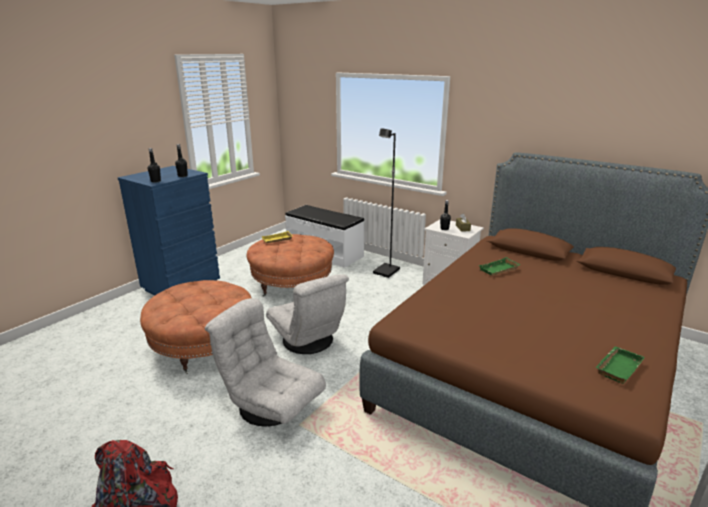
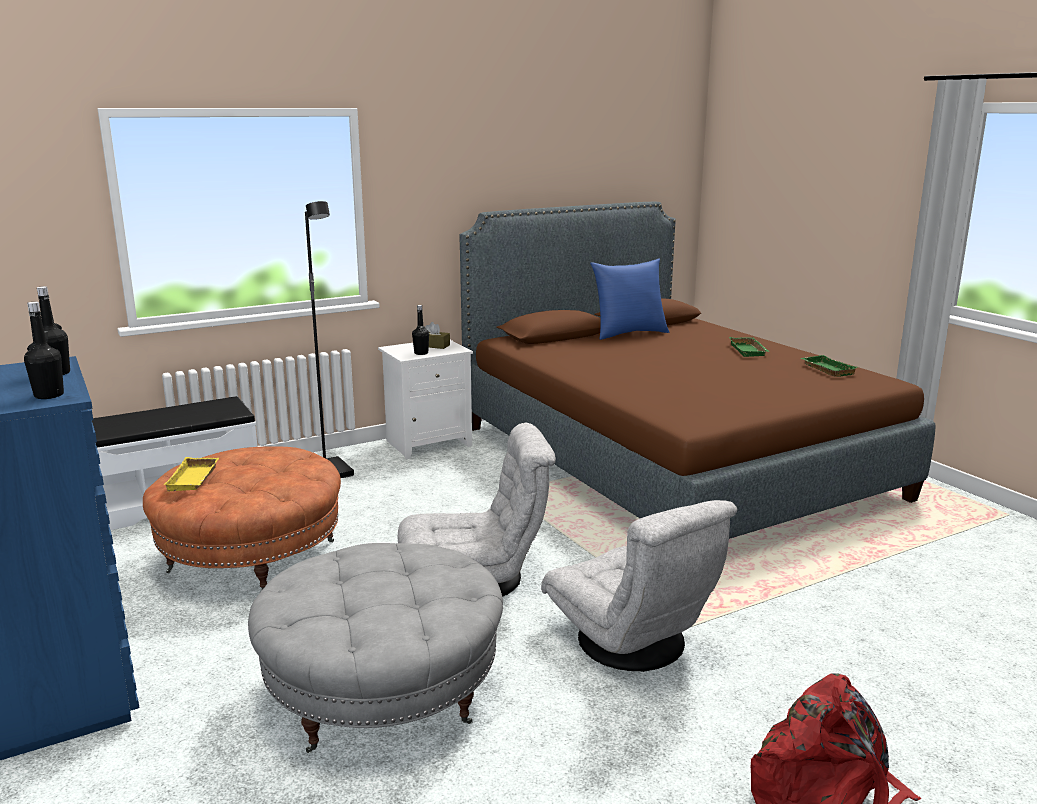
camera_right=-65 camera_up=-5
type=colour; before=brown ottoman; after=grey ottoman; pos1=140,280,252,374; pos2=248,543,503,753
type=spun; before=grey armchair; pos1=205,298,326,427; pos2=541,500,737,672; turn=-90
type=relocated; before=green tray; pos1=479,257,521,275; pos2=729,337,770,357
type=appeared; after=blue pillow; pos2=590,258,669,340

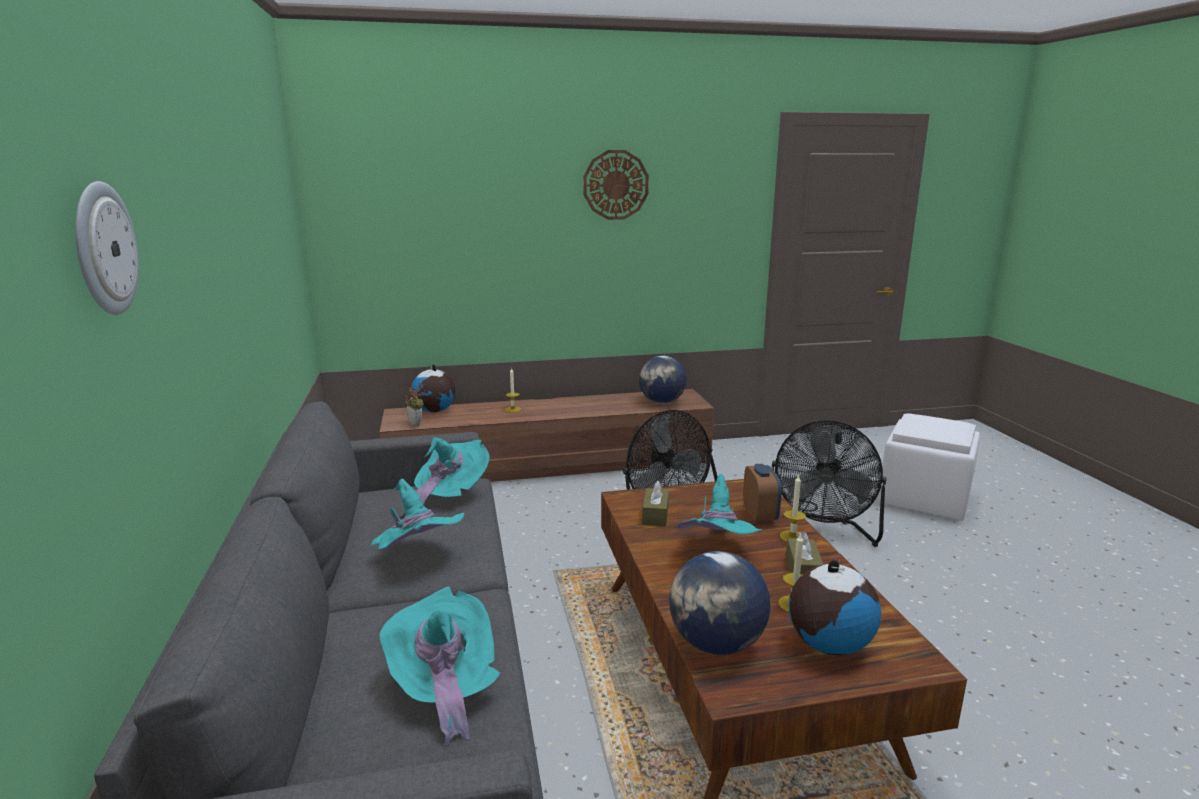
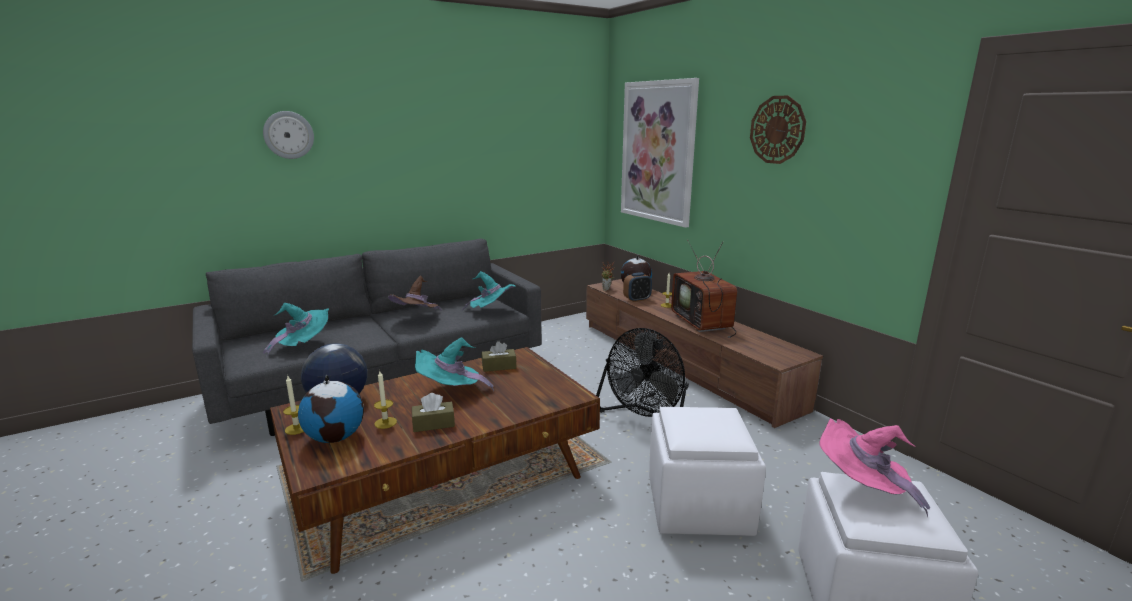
camera_right=70 camera_up=0
type=colour; before=turquoise hat; after=brown hat; pos1=371,479,465,550; pos2=388,275,442,311
type=missing; before=globe; pos1=639,356,687,403
type=relocated; before=alarm clock; pos1=743,464,782,523; pos2=623,272,652,302
type=exchanged; before=black fan; after=white ottoman; pos1=772,421,886,547; pos2=649,407,766,536
type=relocated; before=candle; pos1=780,474,806,542; pos2=283,376,304,435
type=appeared; after=picture; pos2=621,78,699,228
type=appeared; after=television; pos2=671,240,737,338
type=appeared; after=pink hat; pos2=819,419,930,517

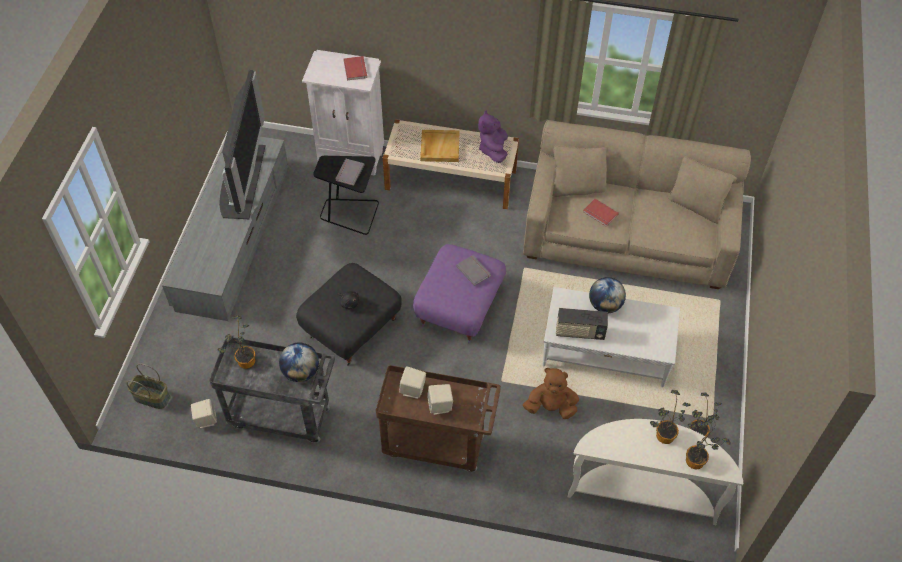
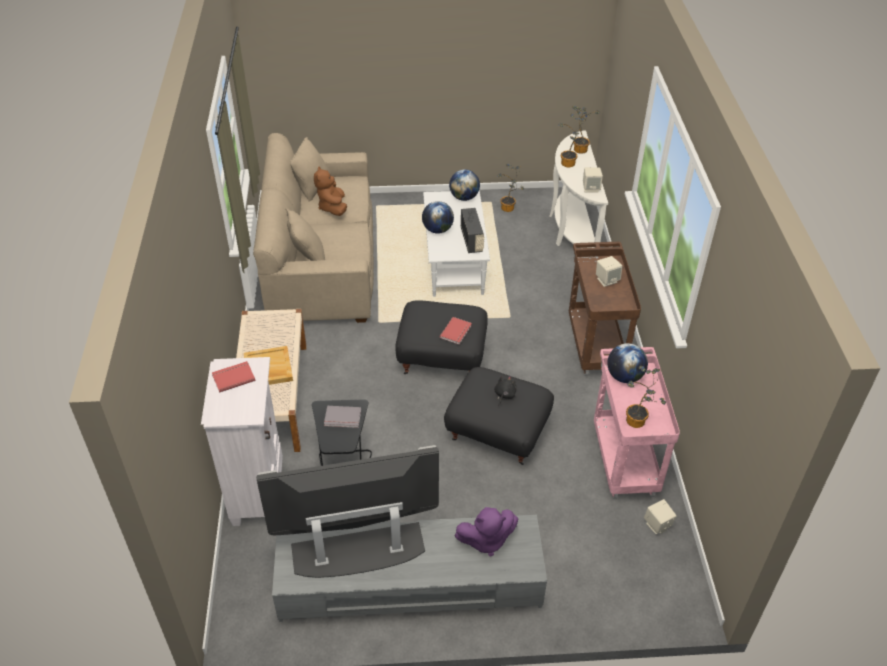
camera_right=-105 camera_up=-10
type=missing; before=basket; pos1=126,364,171,409
type=colour; before=grey cart; after=pink cart; pos1=209,337,335,443; pos2=594,347,680,499
type=relocated; before=beige speaker; pos1=399,366,426,399; pos2=583,167,603,193
type=colour; before=purple ottoman; after=black ottoman; pos1=413,244,506,343; pos2=395,301,488,374
type=missing; before=grey book; pos1=456,255,491,286
type=relocated; before=purple plush toy; pos1=478,110,508,163; pos2=455,507,518,556
type=relocated; before=brown plush toy; pos1=523,368,579,419; pos2=314,166,347,216
type=relocated; before=red book; pos1=583,199,619,227; pos2=440,317,472,344
type=appeared; after=globe; pos2=449,170,480,201

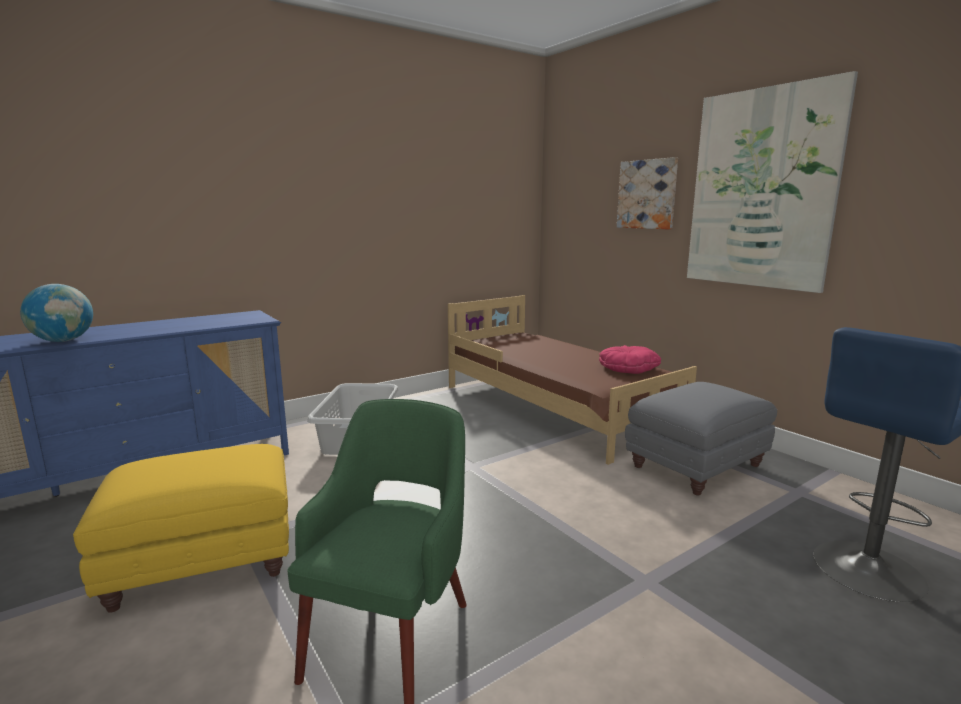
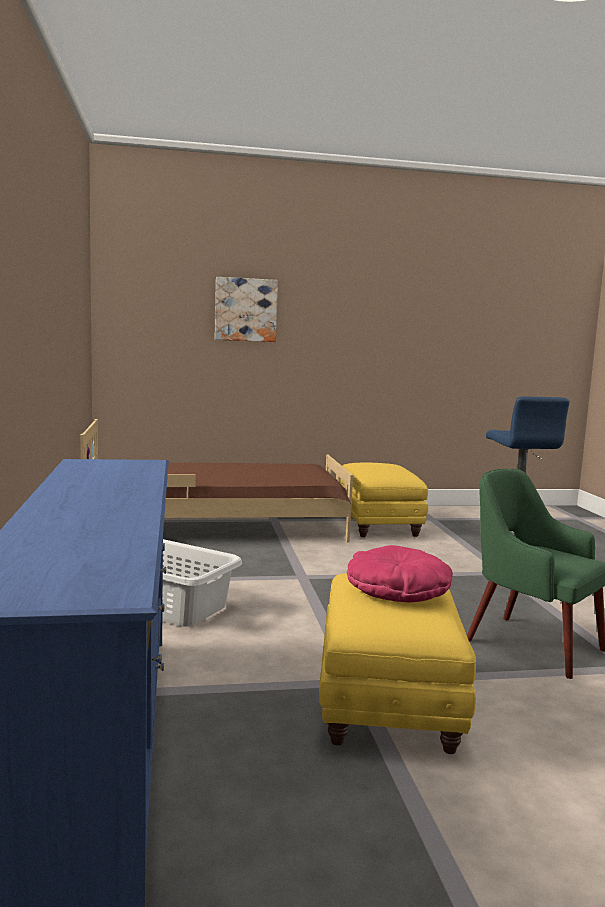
camera_right=-65 camera_up=-5
type=missing; before=globe; pos1=20,284,93,342
type=relocated; before=pink pillow; pos1=599,345,661,374; pos2=347,545,453,602
type=colour; before=grey ottoman; after=yellow ottoman; pos1=625,382,777,496; pos2=340,462,428,538
type=missing; before=picture; pos1=687,71,858,293

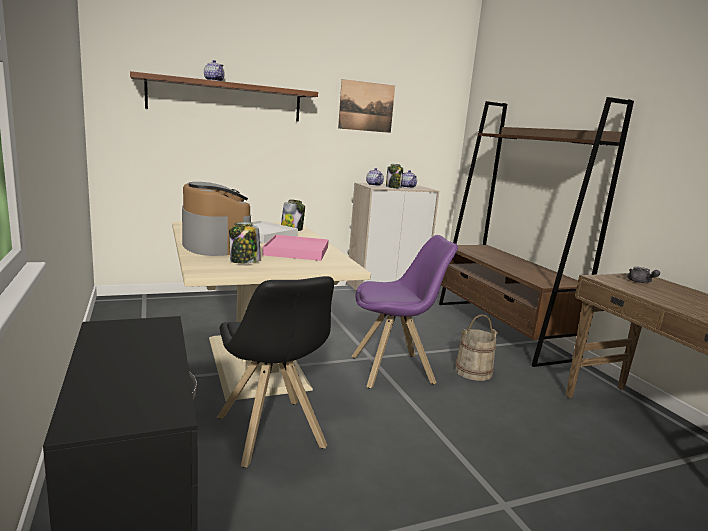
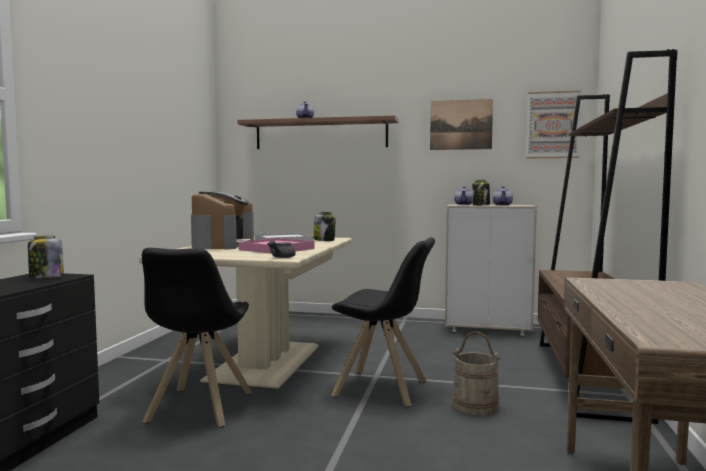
camera_right=35 camera_up=-10
type=relocated; before=jar; pos1=229,222,261,263; pos2=28,235,64,278
type=colour; before=purple chair; after=black chair; pos1=351,235,458,388; pos2=331,237,435,407
type=relocated; before=grey teapot; pos1=627,267,660,283; pos2=268,240,296,258
type=appeared; after=picture; pos2=526,90,581,158

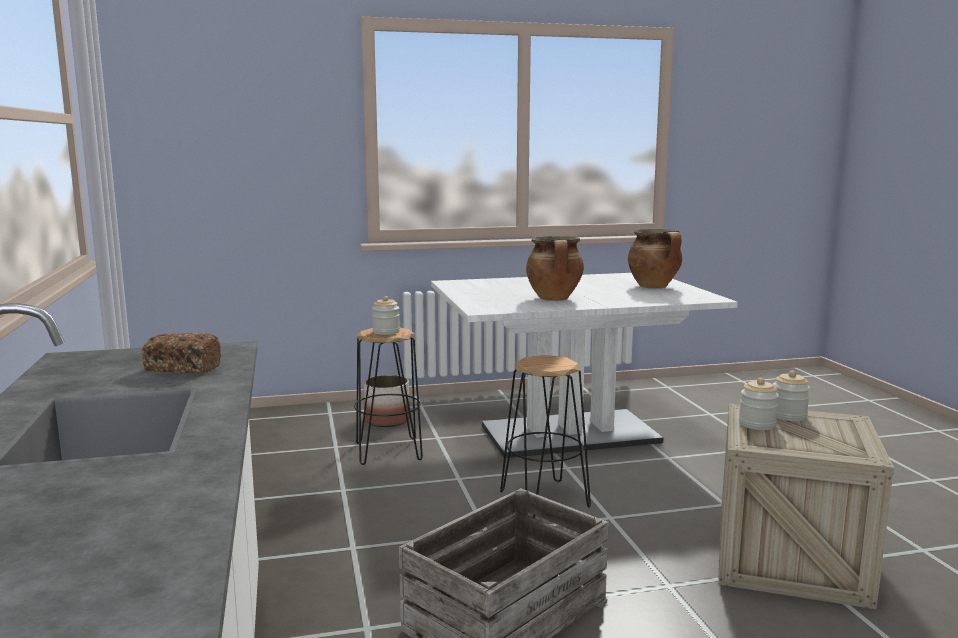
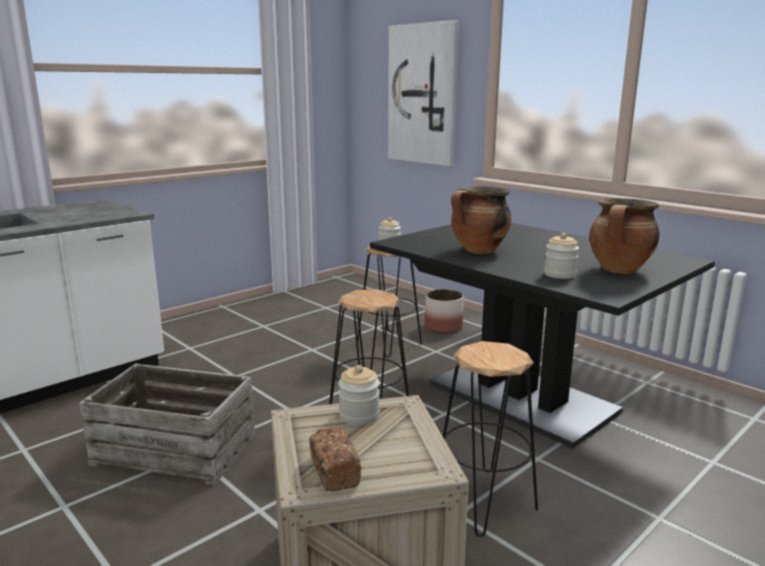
camera_right=60 camera_up=5
type=relocated; before=bread; pos1=142,333,221,374; pos2=309,427,361,491
type=colour; before=white dining table; after=black dining table; pos1=431,273,738,458; pos2=370,223,715,448
type=relocated; before=jar; pos1=773,371,810,421; pos2=544,233,579,279
type=appeared; after=picture; pos2=388,20,459,166
type=appeared; after=black stool; pos2=443,341,538,537

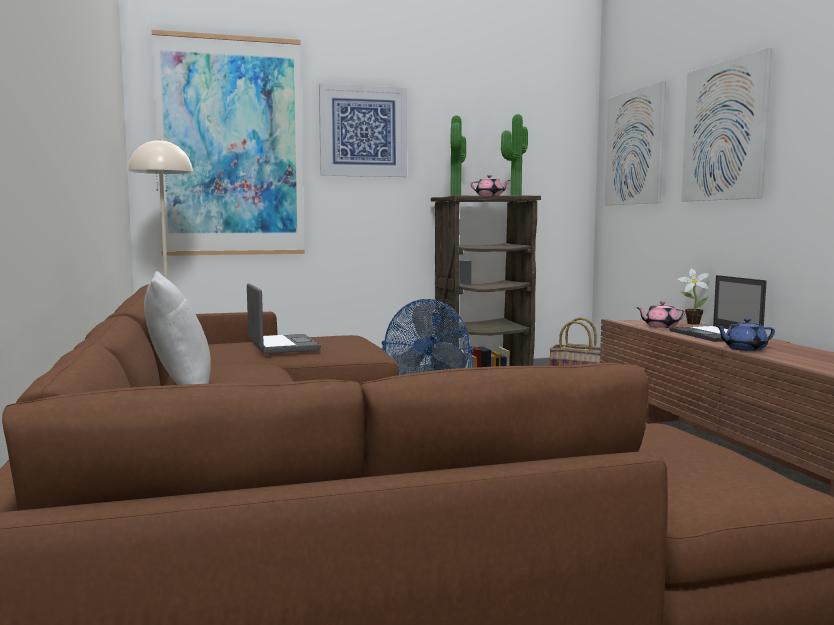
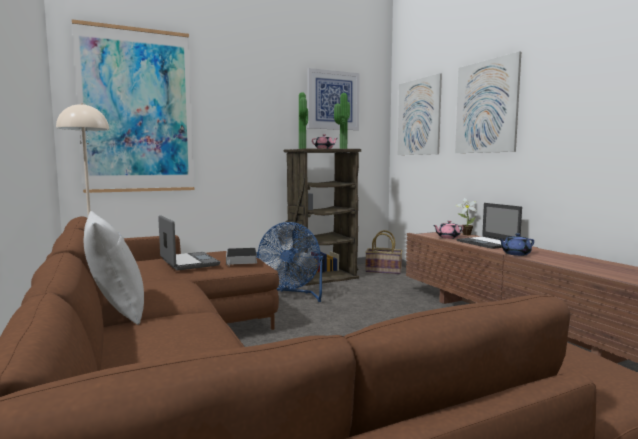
camera_right=-10 camera_up=0
type=relocated; before=picture; pos1=319,84,407,177; pos2=307,68,360,130
type=appeared; after=book; pos2=226,248,257,266

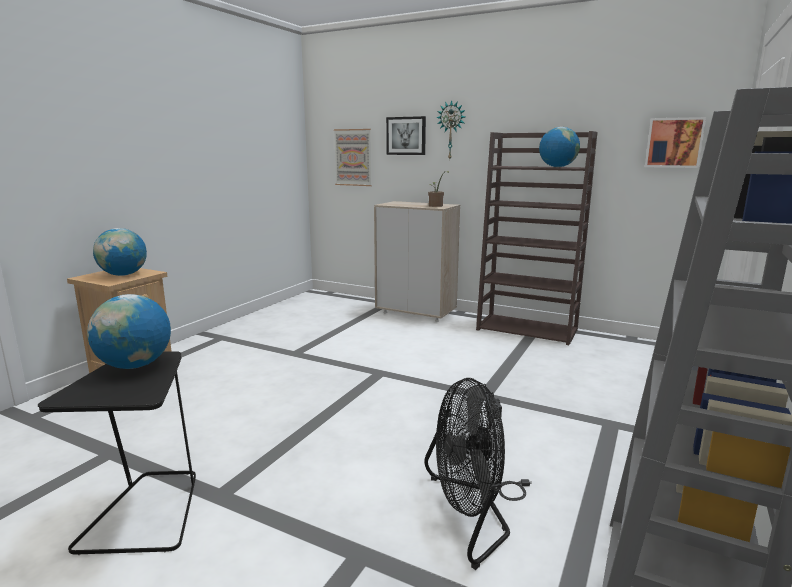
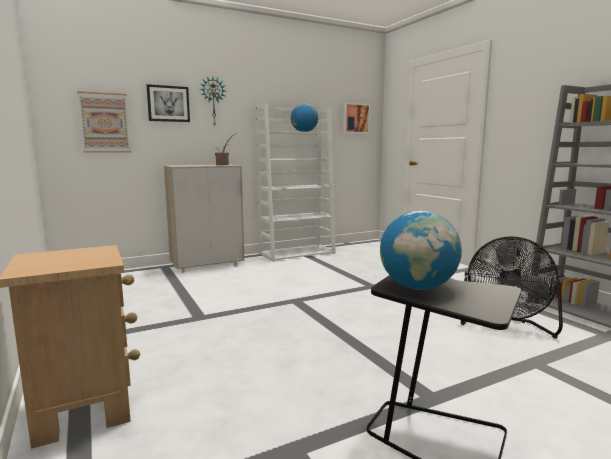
camera_right=-55 camera_up=-5
type=missing; before=globe; pos1=93,228,147,276
type=colour; before=brown bookcase; after=white bookcase; pos1=476,131,597,345; pos2=256,104,336,262

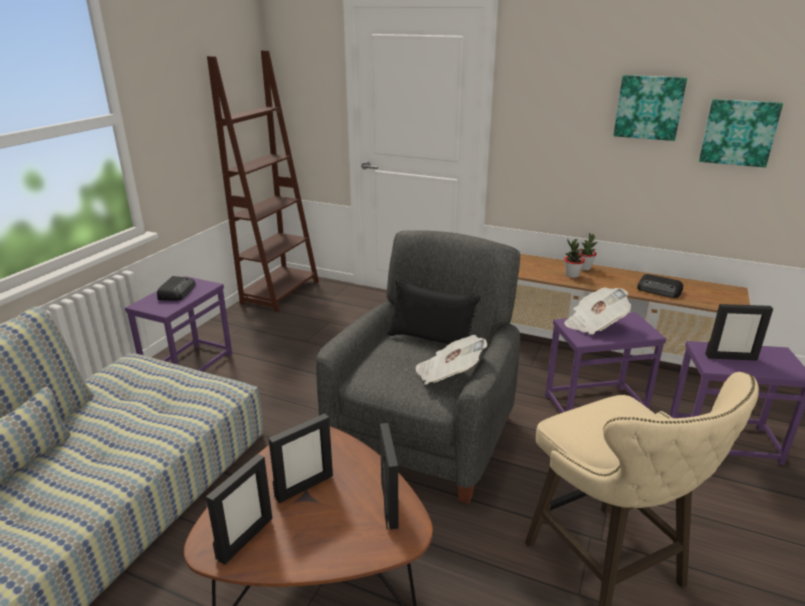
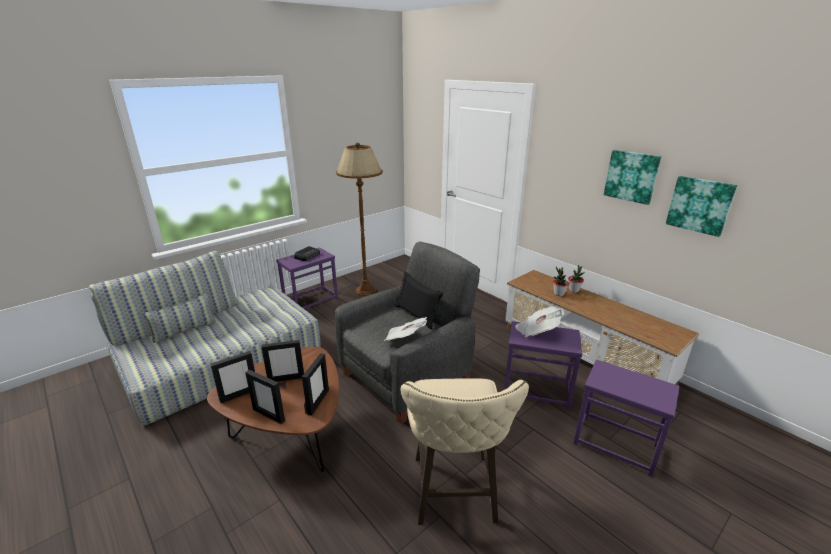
camera_right=25 camera_up=0
type=missing; before=brown bookcase; pos1=207,50,319,312
type=missing; before=radio; pos1=637,274,683,298
type=relocated; before=picture frame; pos1=705,304,773,361; pos2=245,370,285,424
type=appeared; after=brown floor lamp; pos2=336,143,383,296

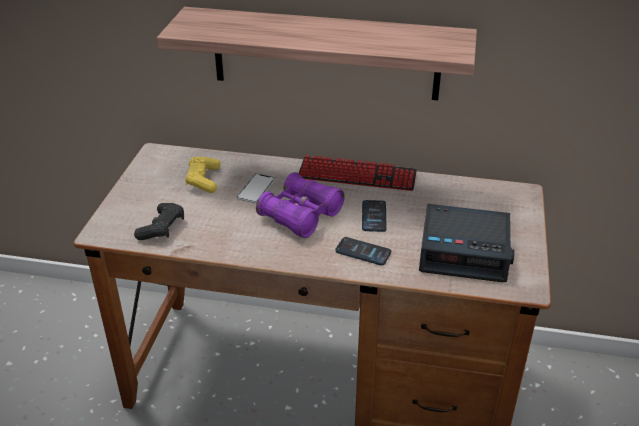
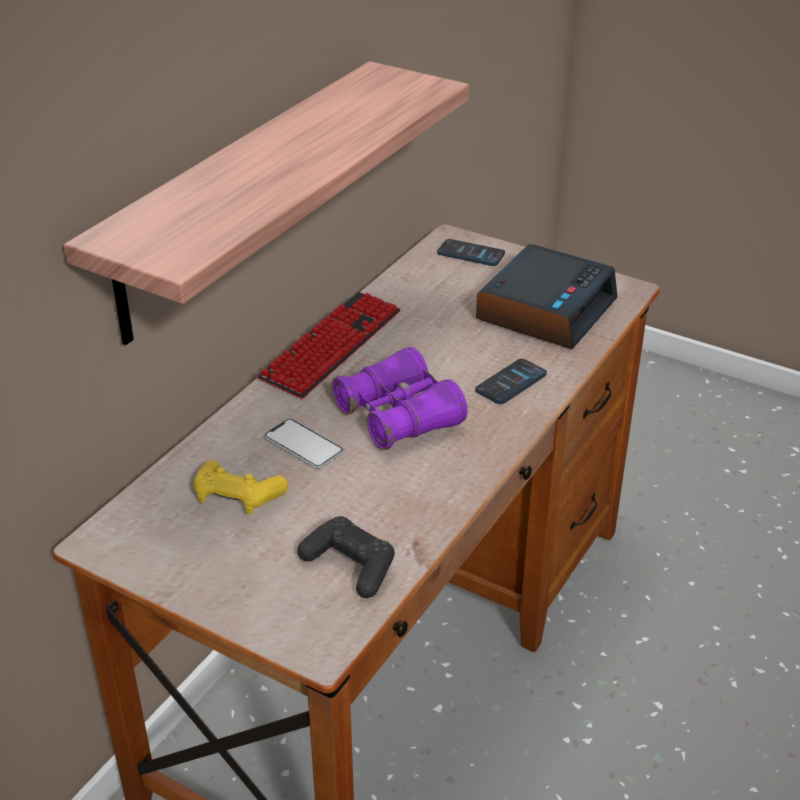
camera_right=-70 camera_up=0
type=relocated; before=phone; pos1=362,200,387,232; pos2=437,239,505,266

